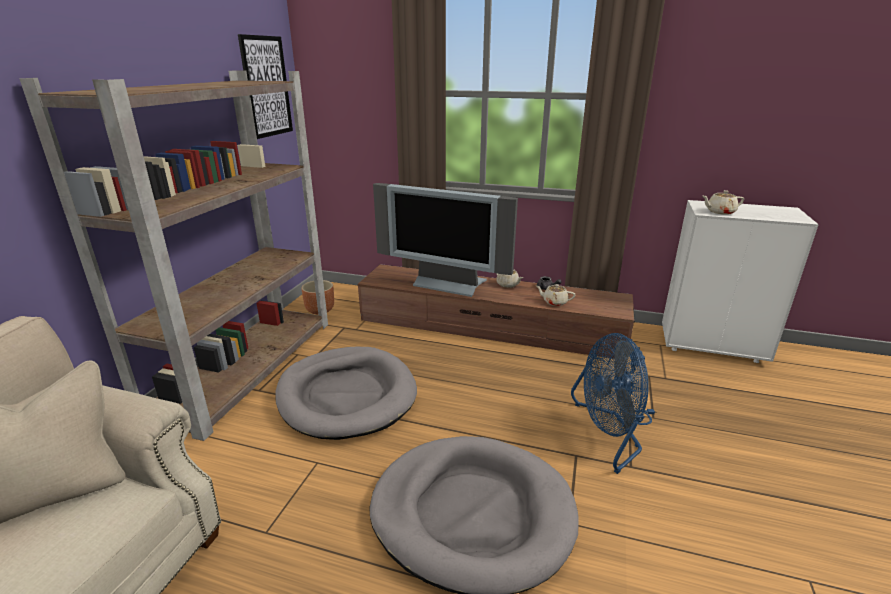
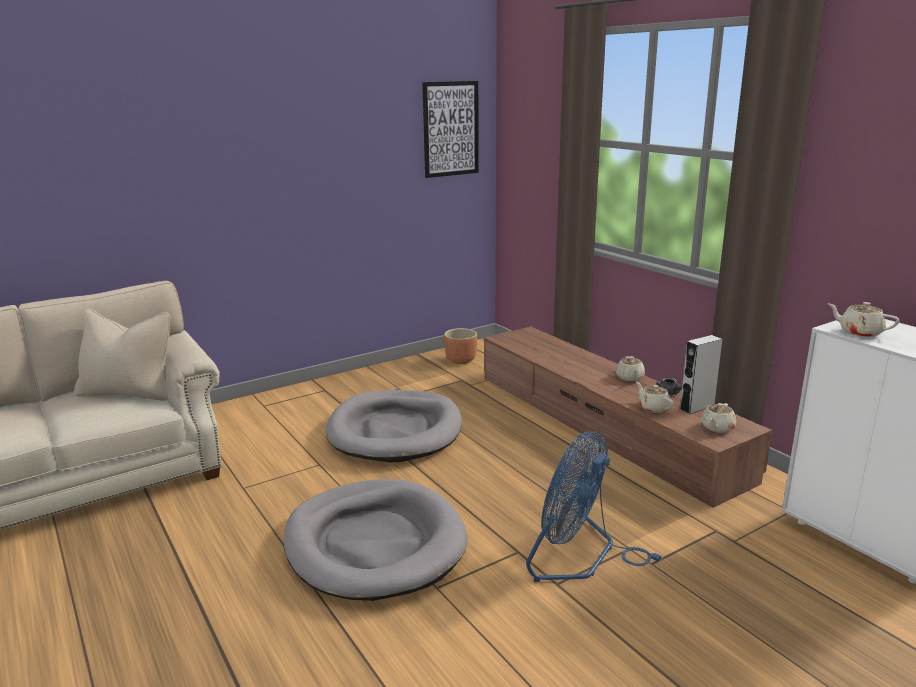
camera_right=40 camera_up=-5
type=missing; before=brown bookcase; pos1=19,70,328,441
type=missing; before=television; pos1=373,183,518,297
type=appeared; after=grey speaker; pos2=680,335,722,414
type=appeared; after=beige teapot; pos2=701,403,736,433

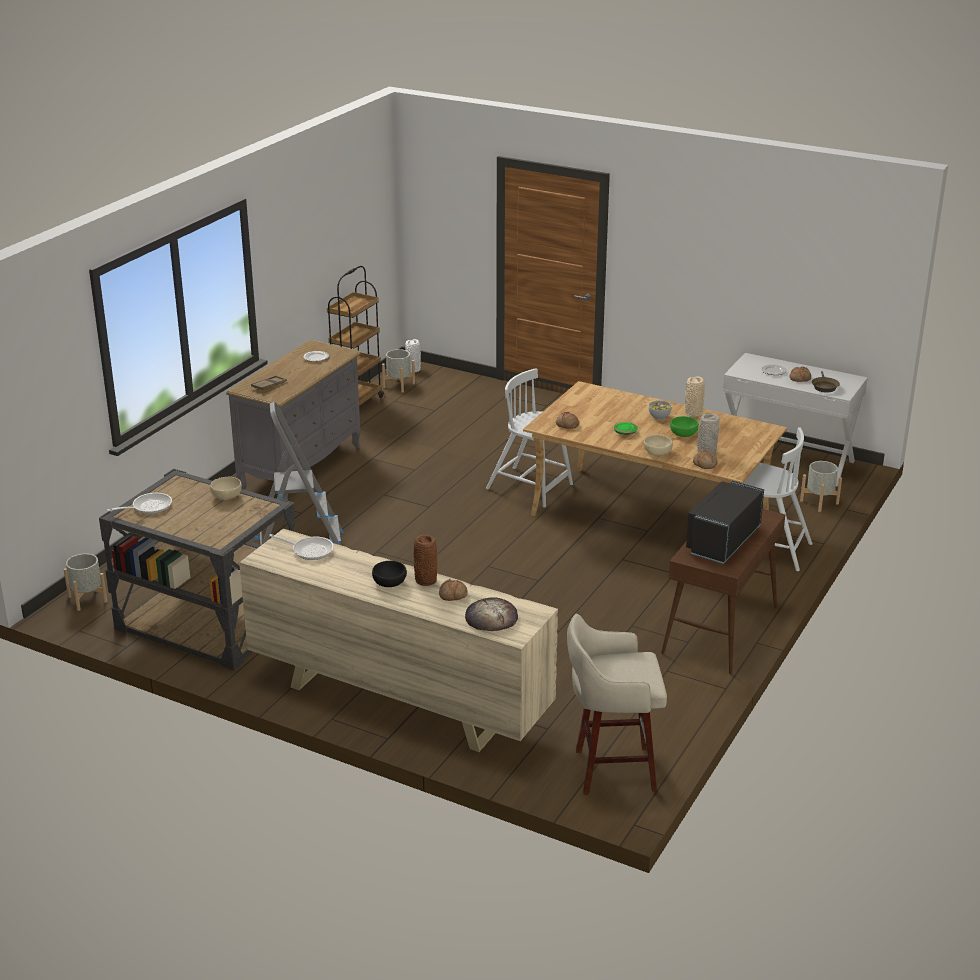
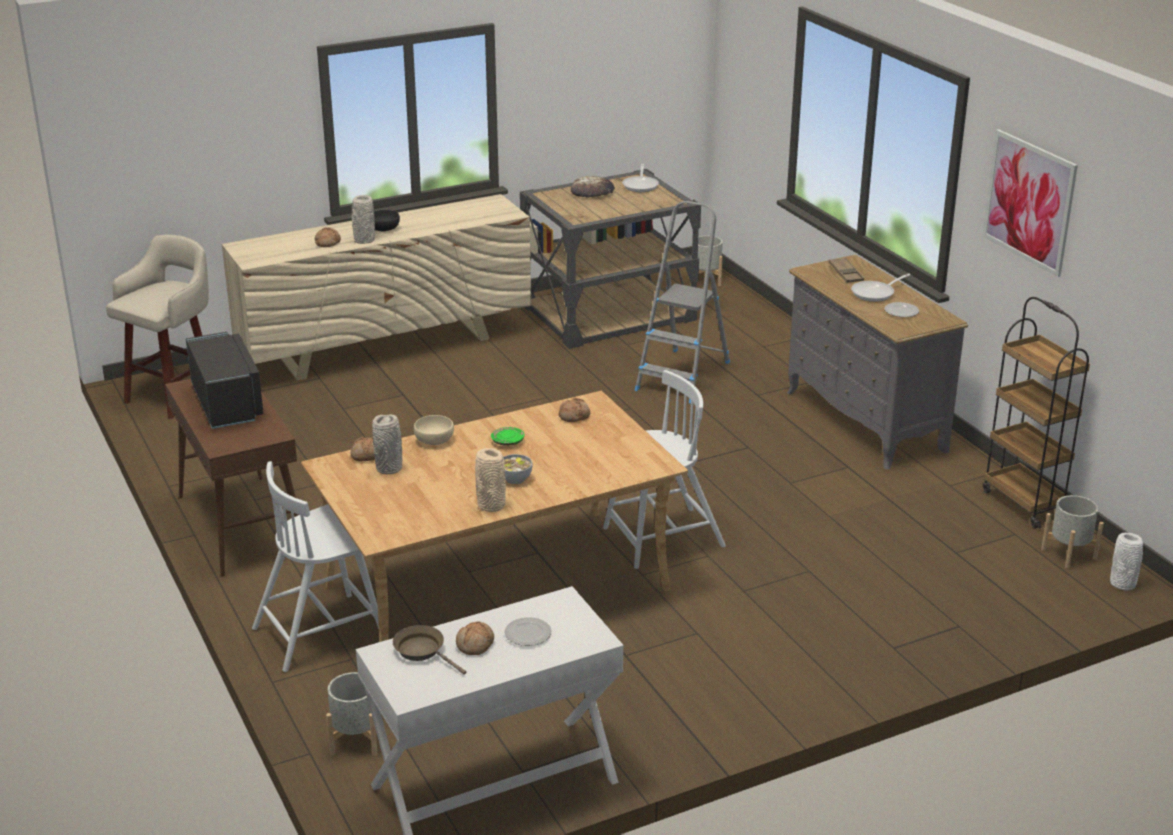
camera_right=125 camera_up=0
type=missing; before=beige bowl; pos1=210,477,242,500
type=relocated; before=frying pan; pos1=269,534,334,560; pos2=851,273,911,302
type=colour; before=brown vase; after=grey vase; pos1=414,534,437,586; pos2=352,195,375,244
type=relocated; before=bread; pos1=465,597,518,631; pos2=571,176,615,198
type=missing; before=green bowl; pos1=670,416,699,437
type=appeared; after=picture; pos2=983,129,1078,277

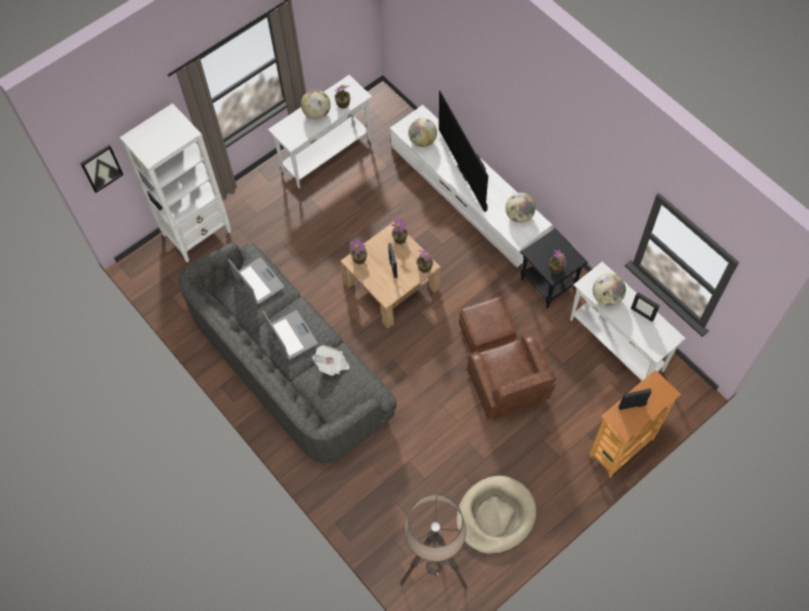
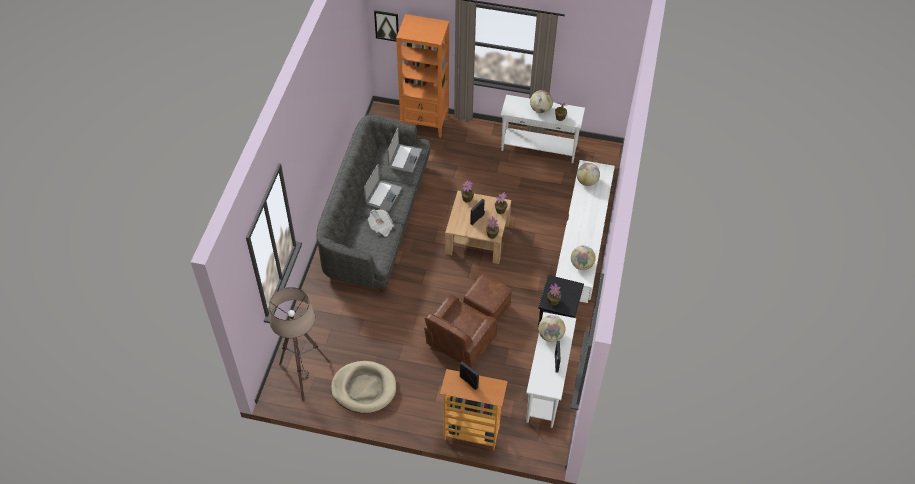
camera_right=50 camera_up=-10
type=colour; before=white bookcase; after=orange bookcase; pos1=120,103,231,263; pos2=396,14,449,138
type=missing; before=television; pos1=439,90,488,212

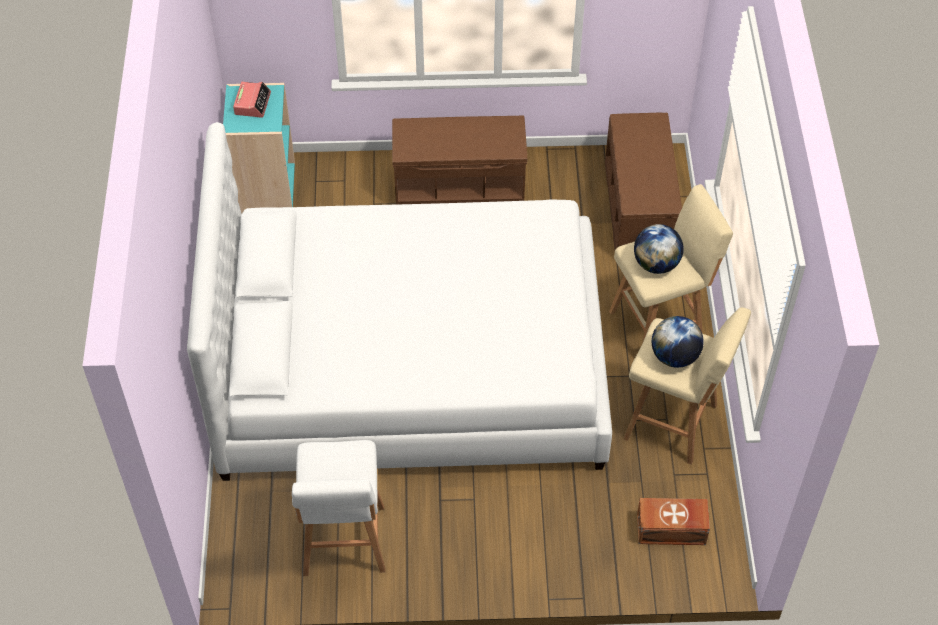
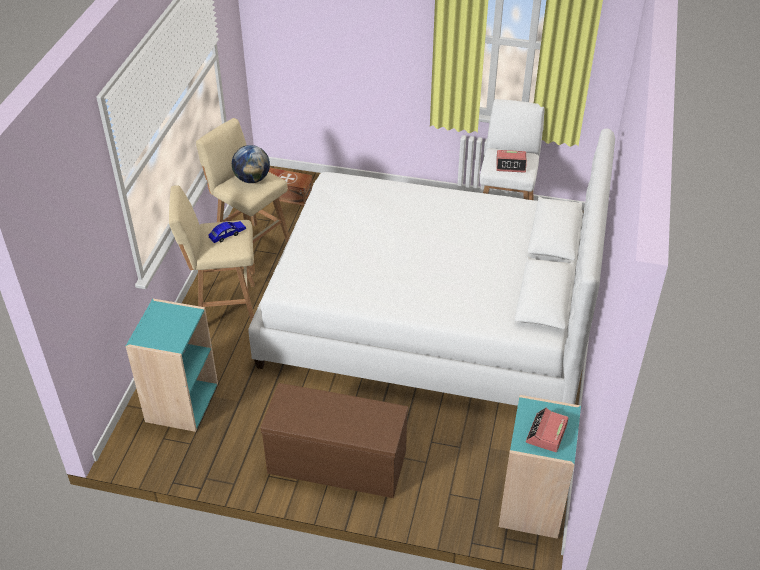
camera_right=-165 camera_up=-10
type=exchanged; before=brown bench; after=turquoise bookcase; pos1=605,113,682,250; pos2=126,299,218,432
type=exchanged; before=globe; after=blue toy car; pos1=634,224,684,274; pos2=208,221,246,243
type=appeared; after=alarm clock; pos2=496,150,527,173

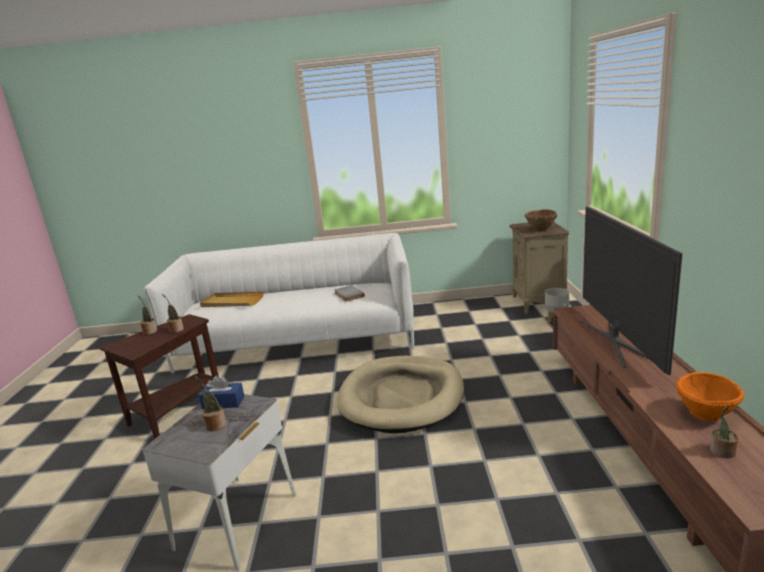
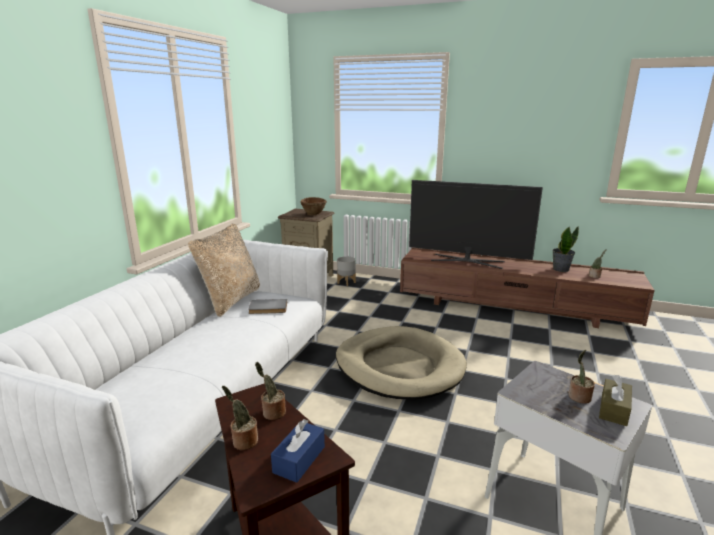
camera_right=-70 camera_up=0
type=relocated; before=blue tissue box; pos1=198,375,245,409; pos2=271,419,325,483
type=missing; before=beige tray; pos1=200,292,264,307
type=exchanged; before=orange bowl; after=potted plant; pos1=676,372,744,421; pos2=552,226,579,272
type=appeared; after=beige pillow; pos2=188,223,260,317
type=appeared; after=brown tissue box; pos2=599,375,632,426

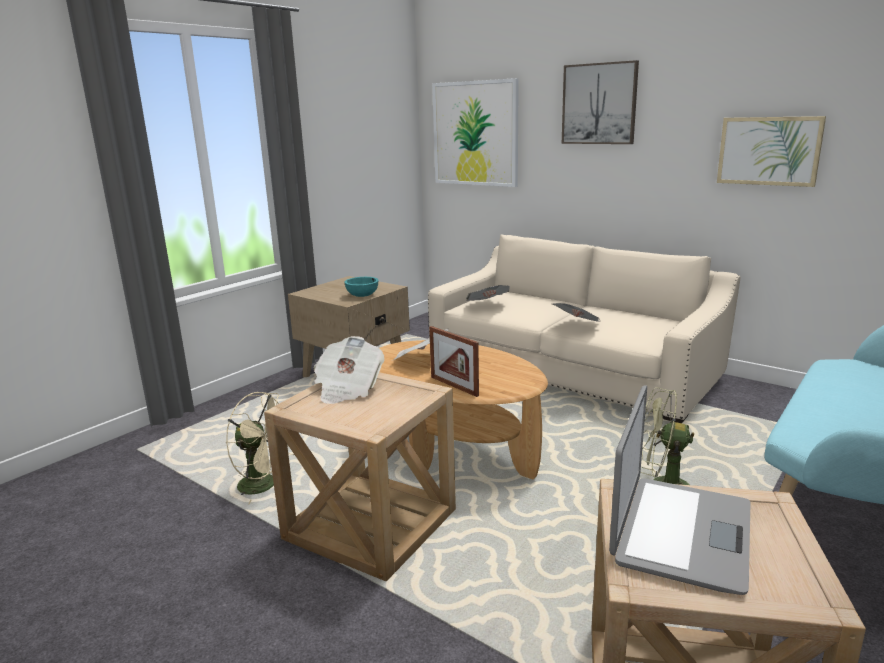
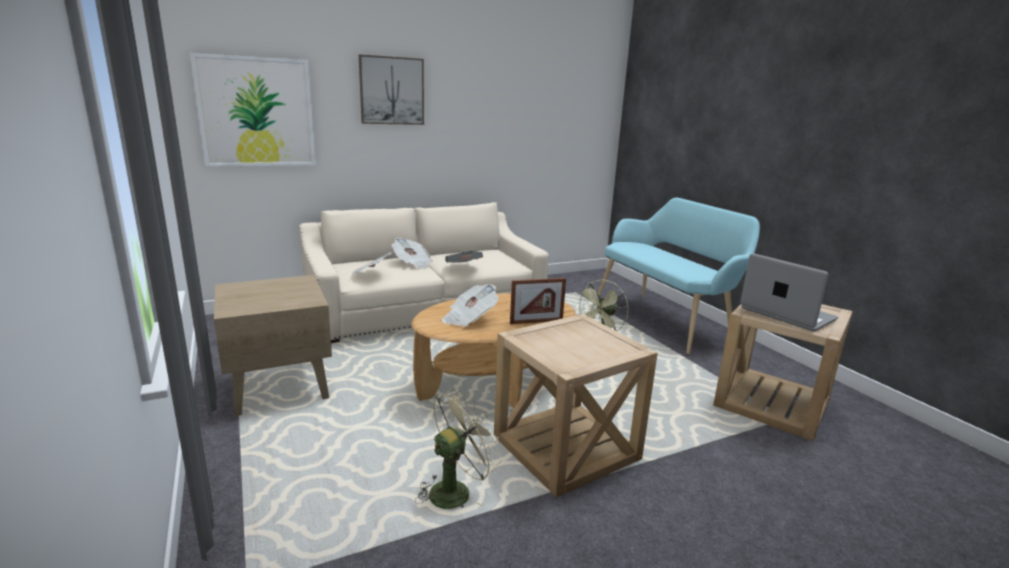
camera_right=-65 camera_up=0
type=relocated; before=newspaper; pos1=314,336,385,404; pos2=392,238,433,269
type=missing; before=turquoise bowl; pos1=344,277,378,297
type=missing; before=picture; pos1=717,116,826,187

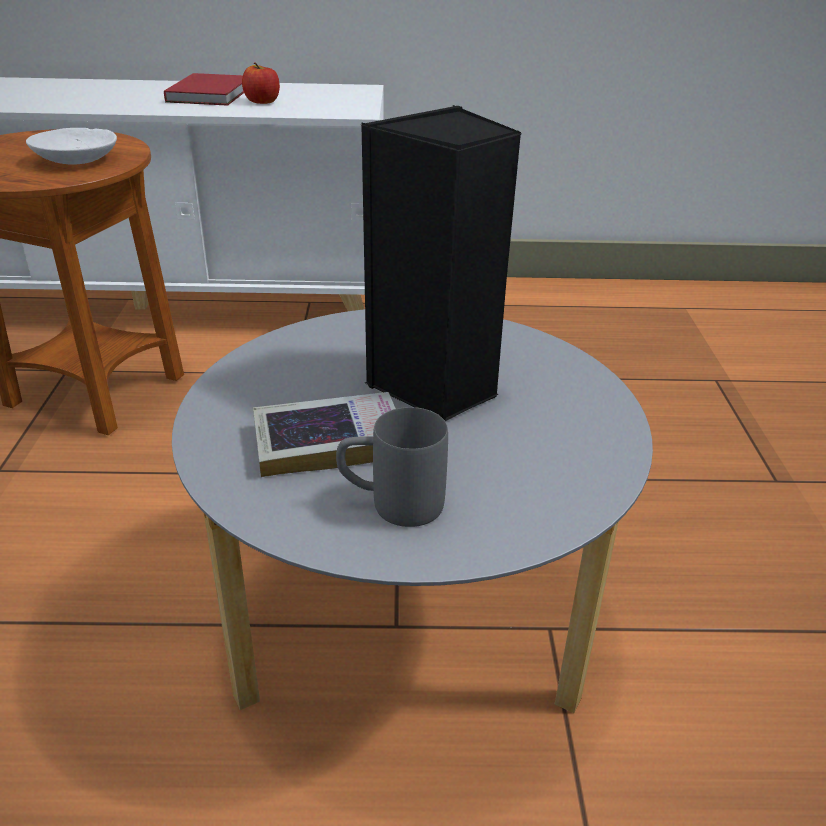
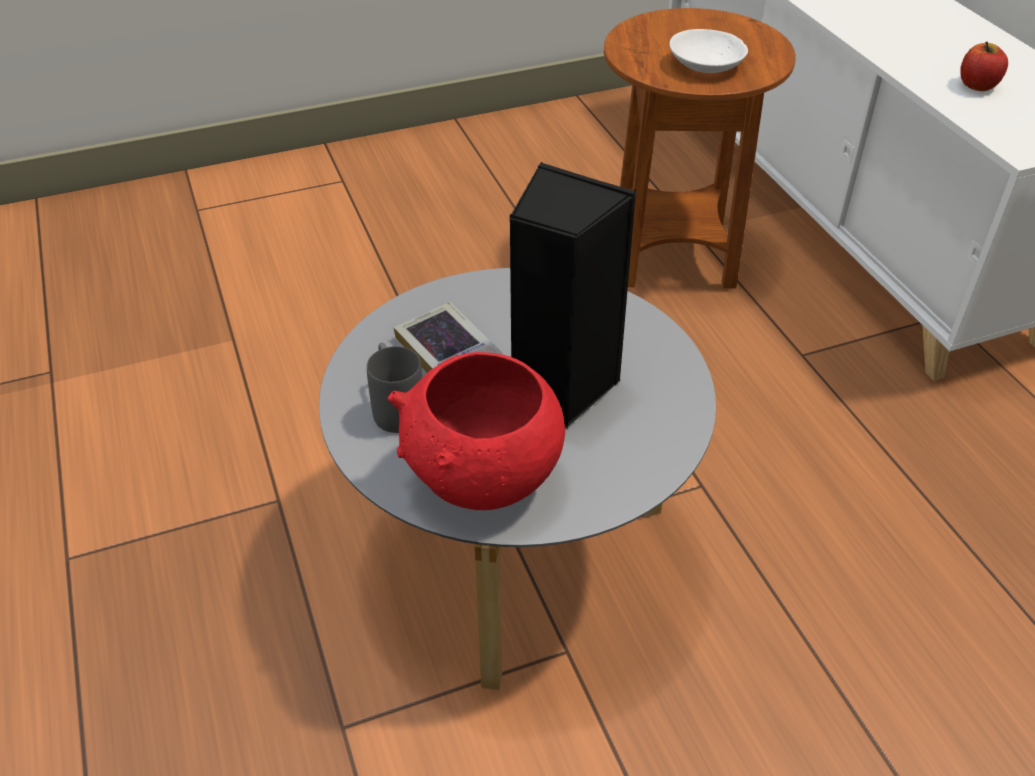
camera_right=70 camera_up=10
type=missing; before=red book; pos1=164,73,244,106
type=appeared; after=red bowl; pos2=388,352,565,510

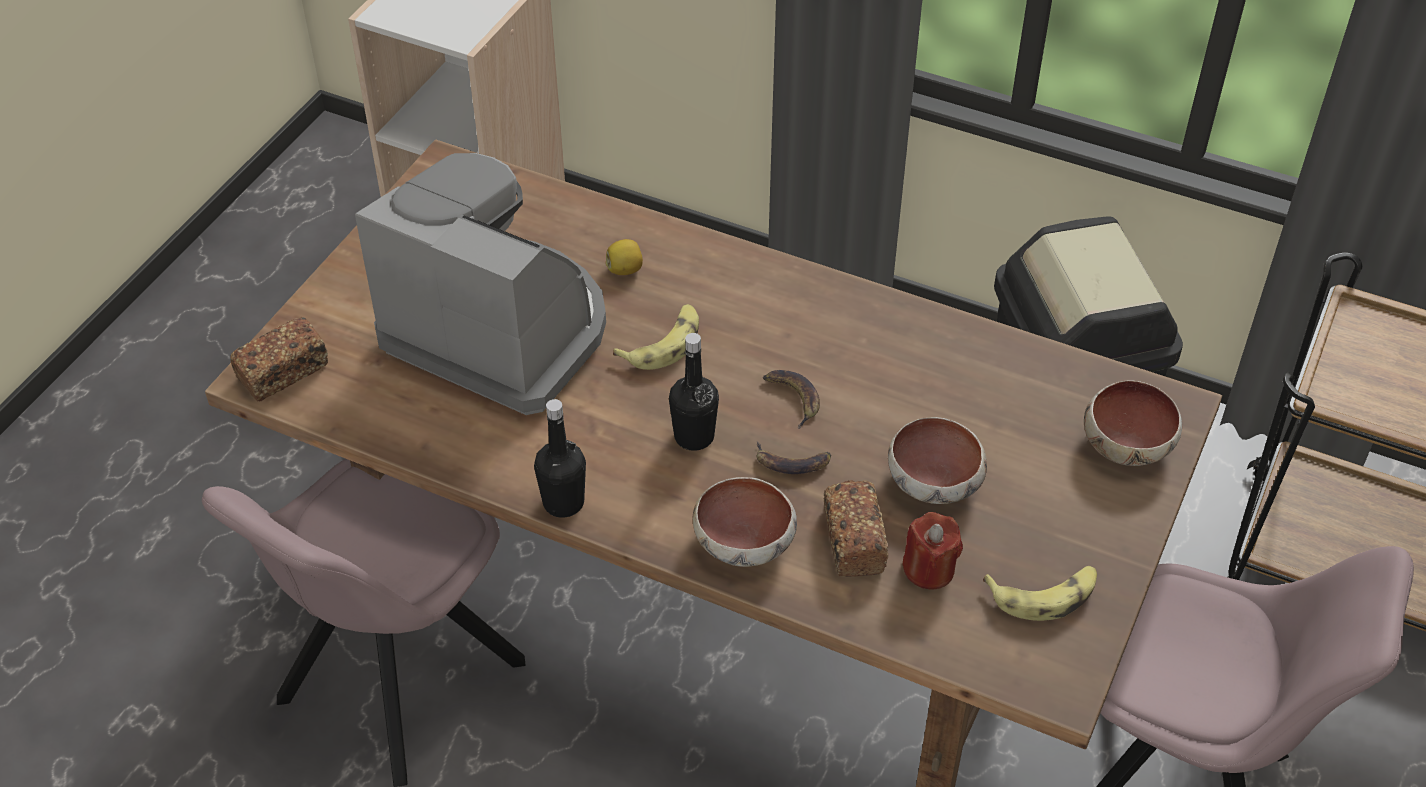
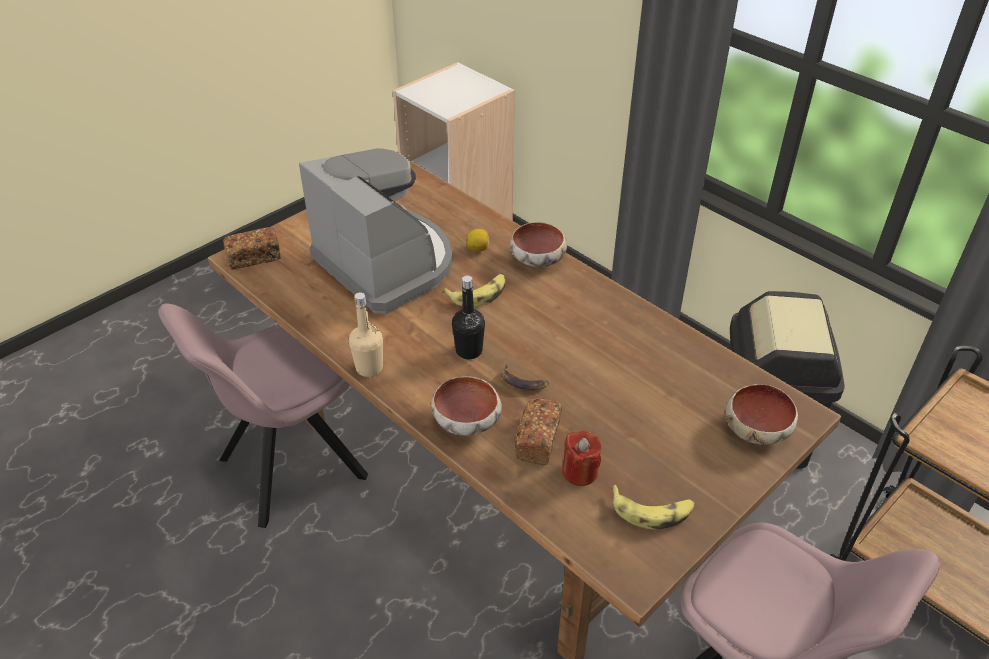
camera_right=20 camera_up=-5
type=colour; before=black bottle; after=beige bottle; pos1=534,399,586,518; pos2=349,292,383,377
type=missing; before=banana; pos1=763,370,820,429
type=relocated; before=bowl; pos1=888,417,987,504; pos2=510,222,567,267

